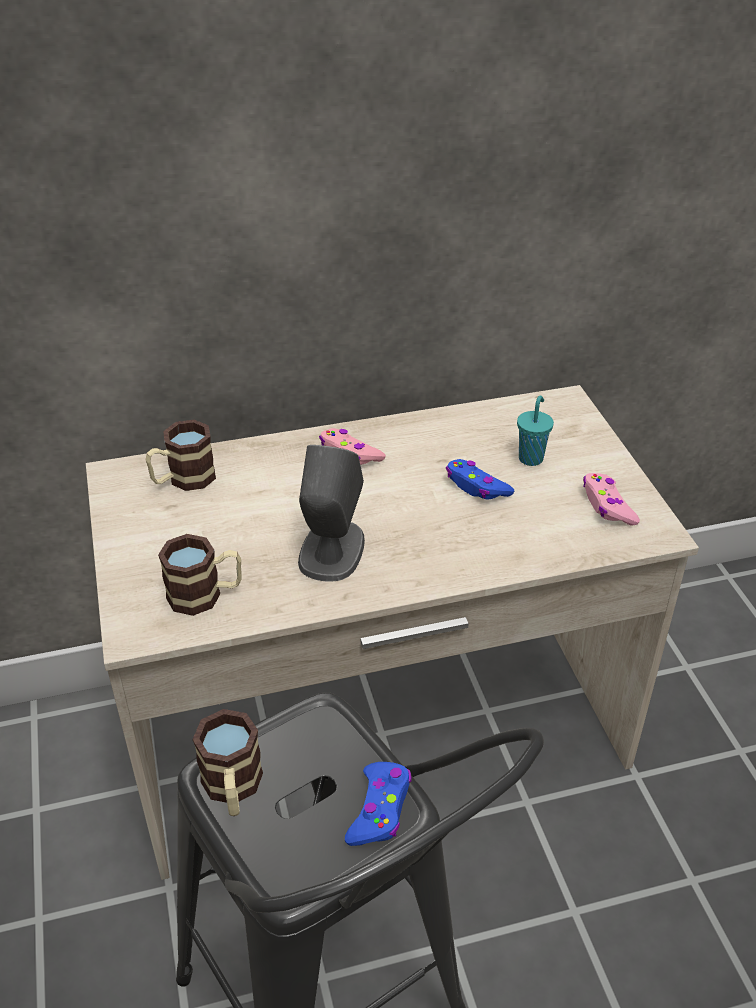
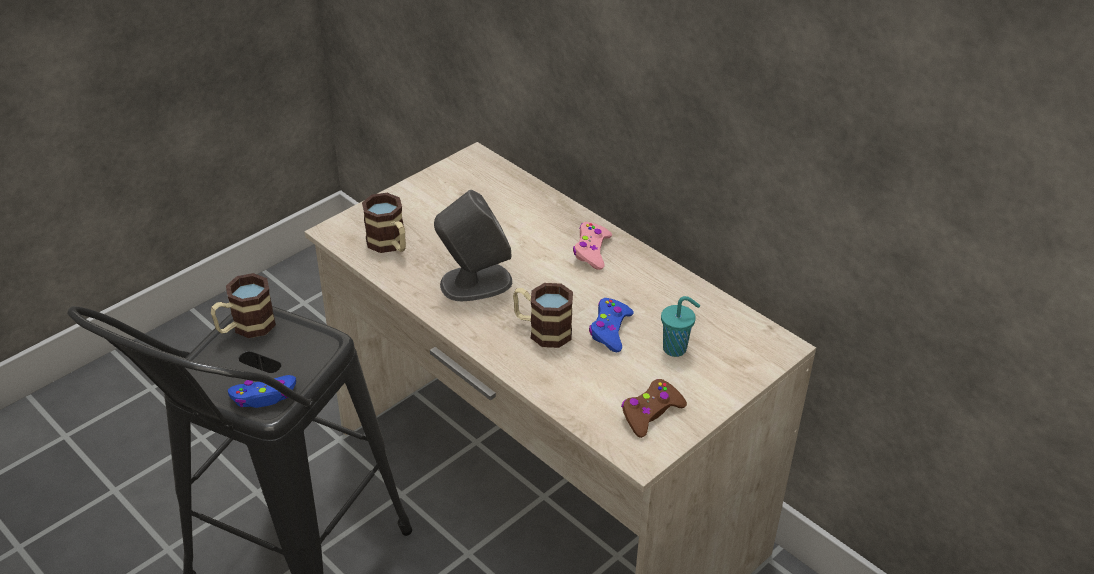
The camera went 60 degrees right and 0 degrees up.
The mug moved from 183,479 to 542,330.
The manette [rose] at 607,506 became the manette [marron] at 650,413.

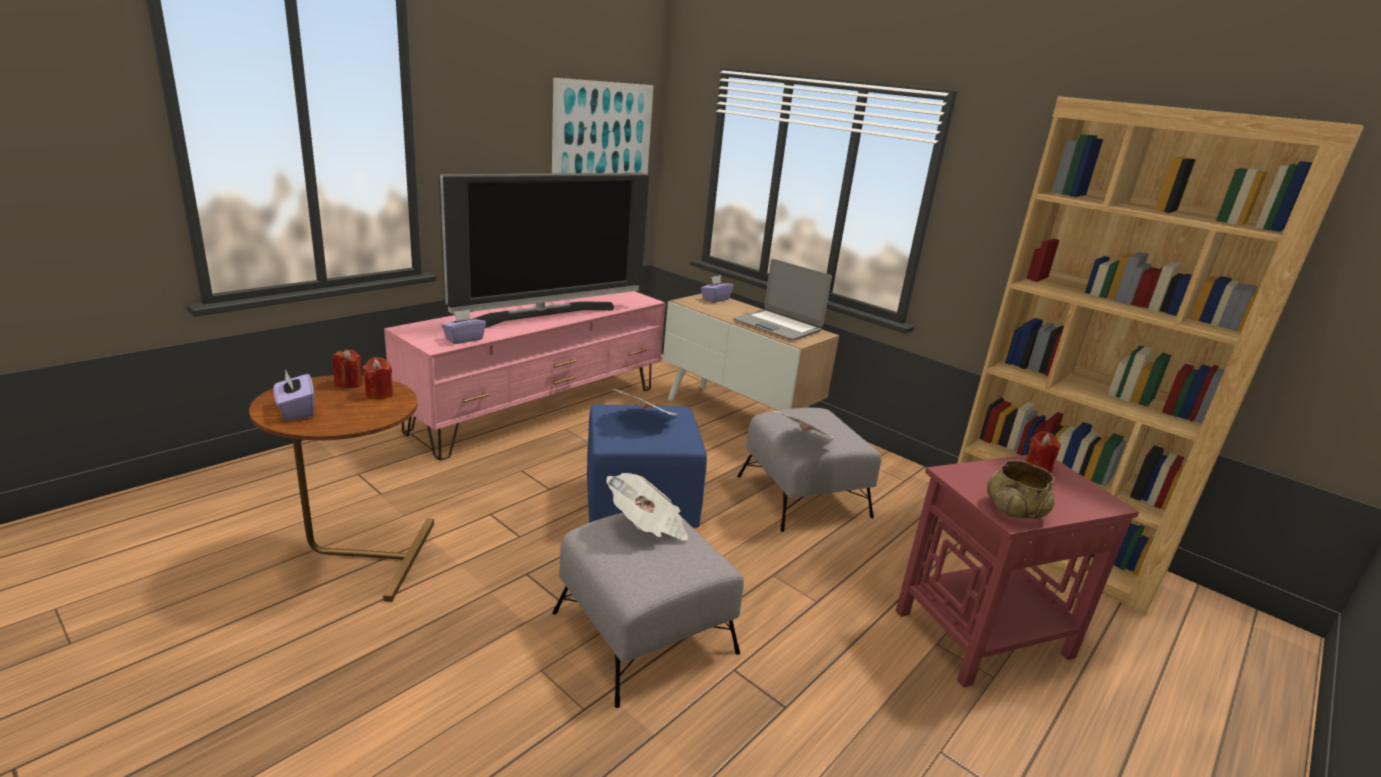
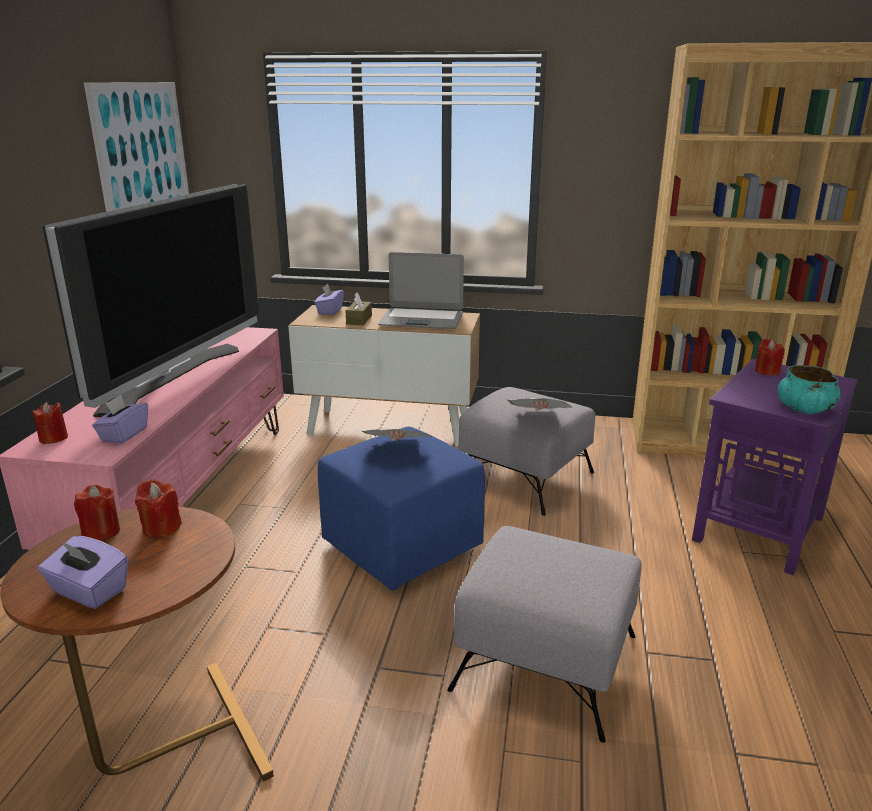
The camera went 30 degrees left and 0 degrees up.
The table d'appoint [rouge] at 982,632 became the table d'appoint [violet] at 757,528.
The bol [beige] at 1015,510 became the bol [turquoise] at 804,408.
The journal at 647,526 disappeared.
The boîte à mouchoirs [marron] at 359,320 appeared.
The bougie [rouge] at 53,438 appeared.

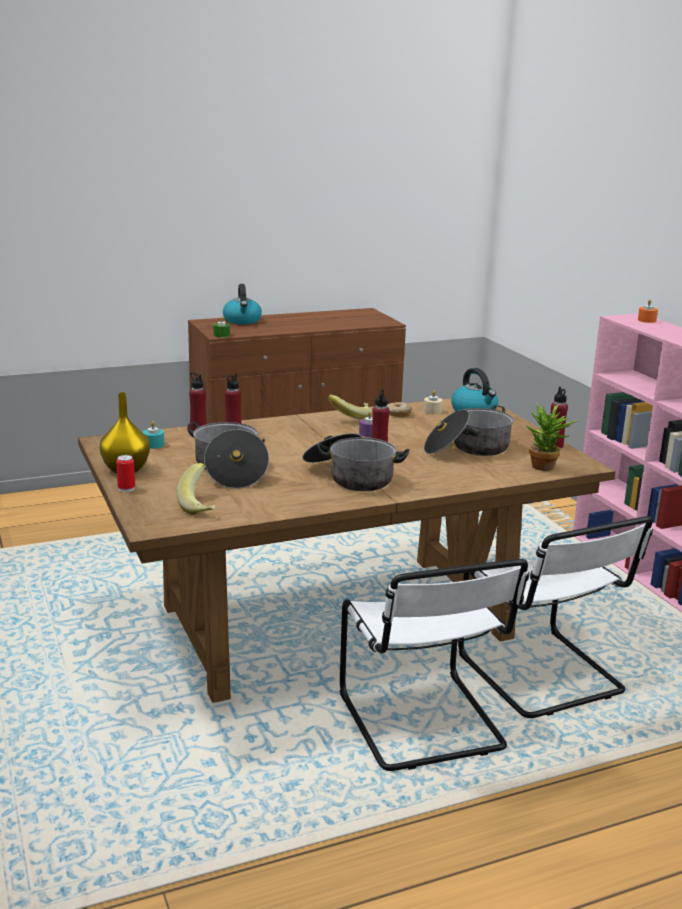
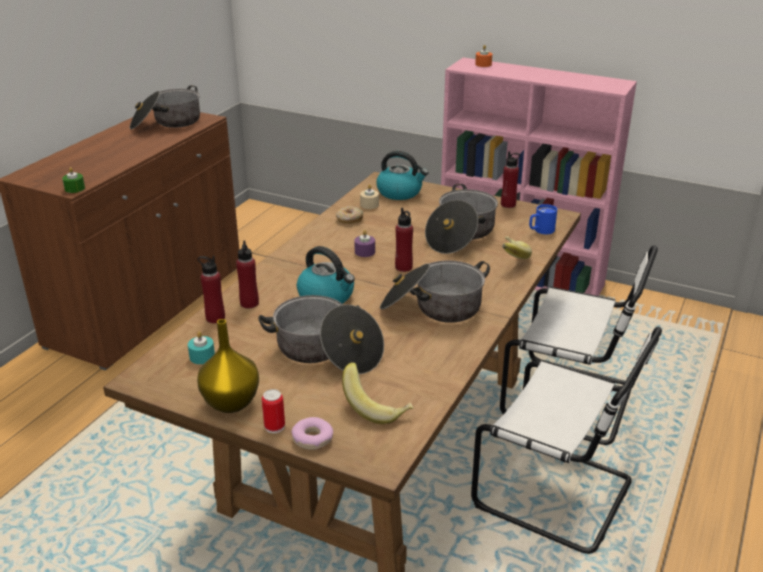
The camera went 40 degrees left and 10 degrees up.
The bouilloire moved from 242,321 to 327,296.
The banane moved from 350,417 to 510,258.
The plante en pot at 546,468 was replaced by the mug [bleu] at 540,230.
The marmite at 167,123 appeared.
The beignet at 312,439 appeared.

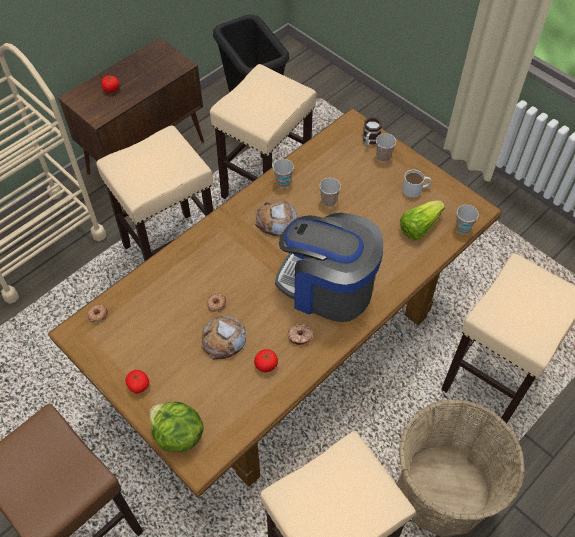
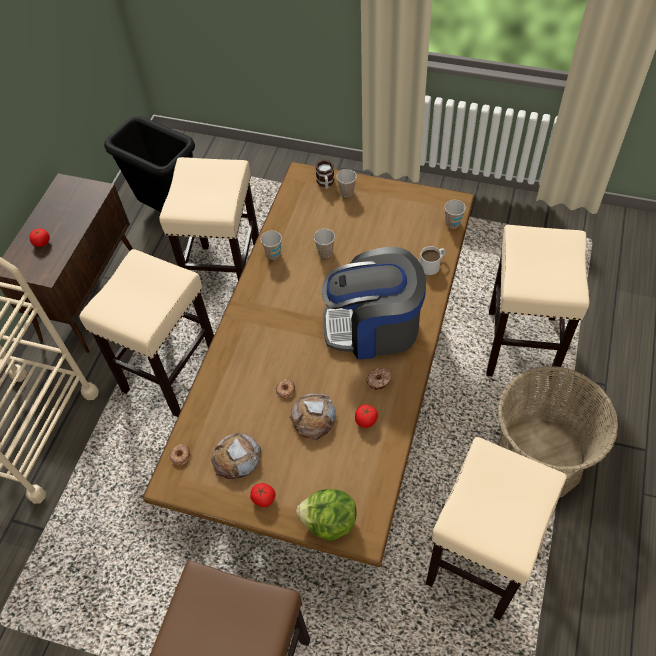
The camera went 25 degrees left and 0 degrees up.
The mug [blanc] moved from 416,189 to 433,264.
The pain moved from 276,221 to 236,458.
The laitue at 419,227 disappeared.

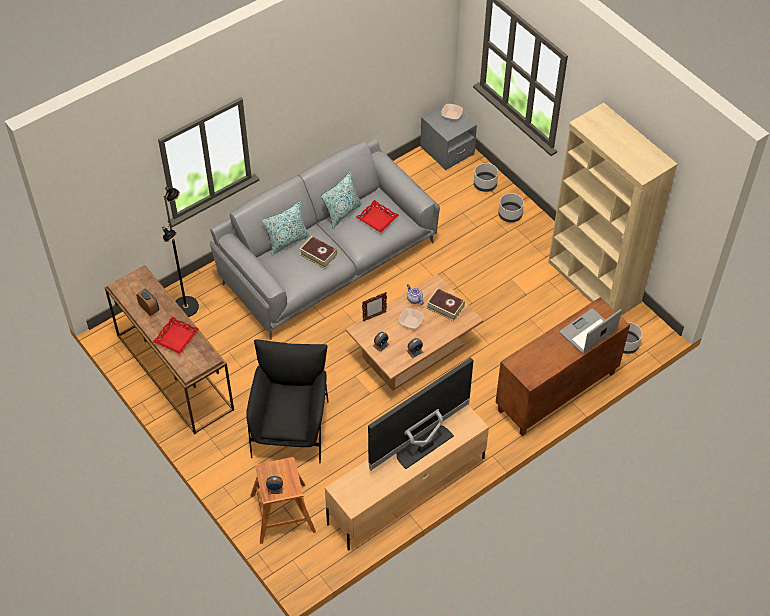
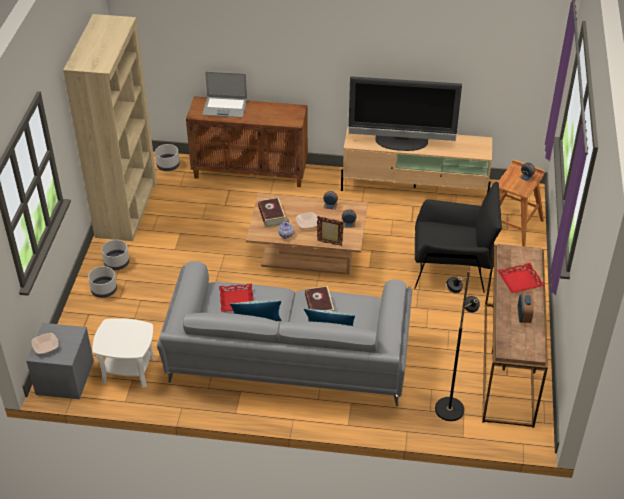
The camera went 135 degrees left and 10 degrees down.
The cache-pot [gris] moved from 485,184 to 117,263.
The fauteuil [noir] at 290,426 turned 135 degrees counterclockwise.
The table d'appoint [blanc] at 128,370 appeared.

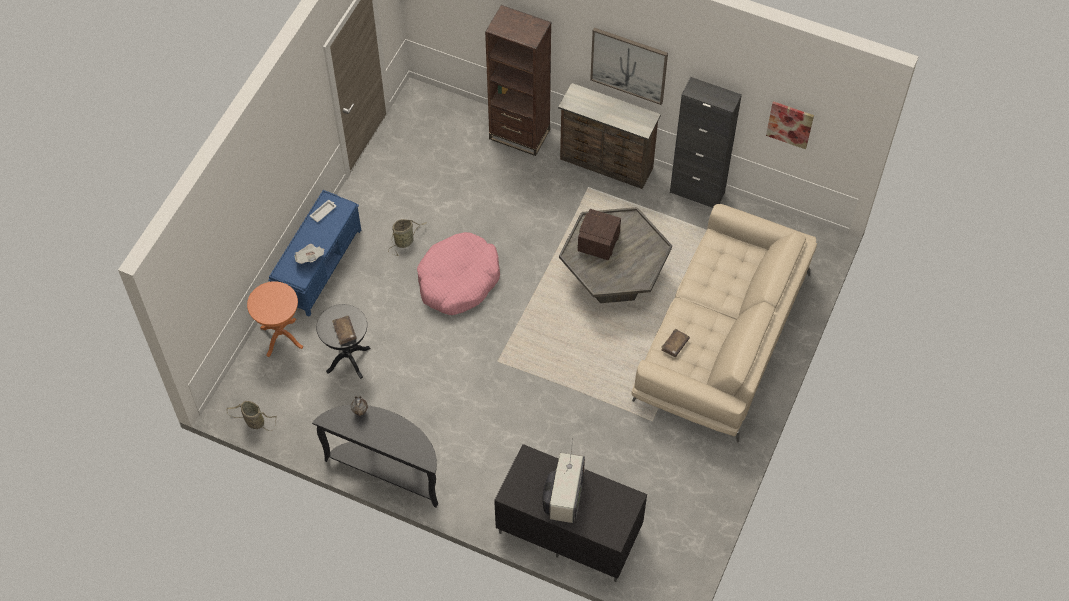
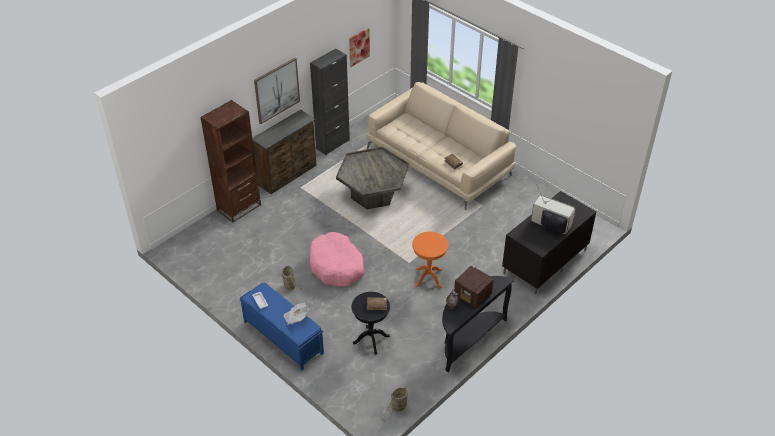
The camera went 70 degrees left and 15 degrees down.
The radio moved from 598,243 to 473,295.
The table d'appoint [orange] moved from 281,337 to 428,278.

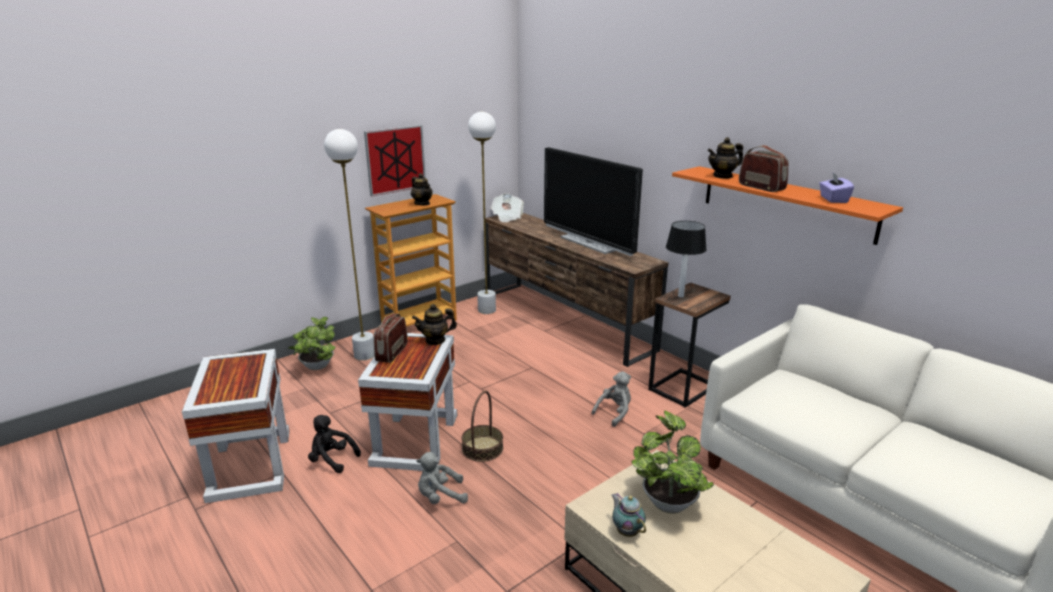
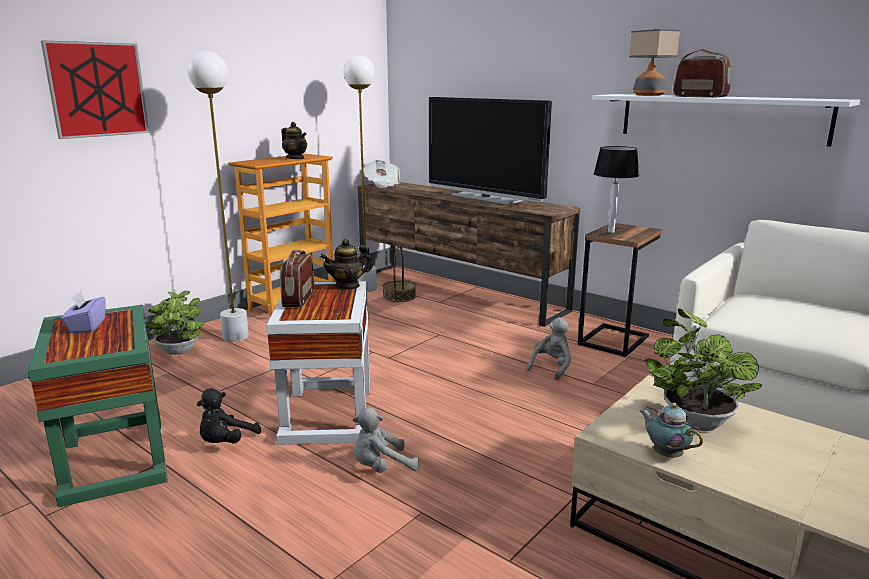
The camera went 10 degrees left and 5 degrees down.
The tableau moved from 395,160 to 97,89.
The théière at 723,176 was replaced by the lampe de table at 649,95.
The étagère [orange] at 786,203 became the étagère [blanc] at 720,118.
The boîte à mouchoirs [violet] moved from 833,199 to 87,326.
The table d'appoint [blanc] at 250,465 became the table d'appoint [vert] at 114,458.
The panier moved from 482,448 to 399,296.
The peluche [noir] at 332,460 turned 75 degrees counterclockwise.

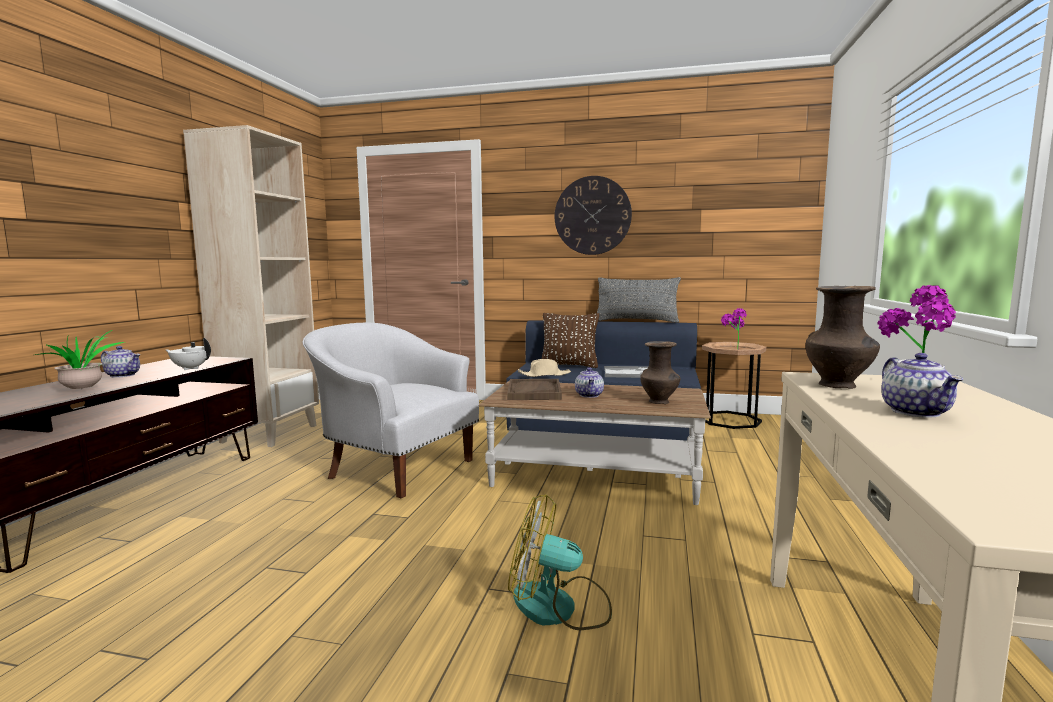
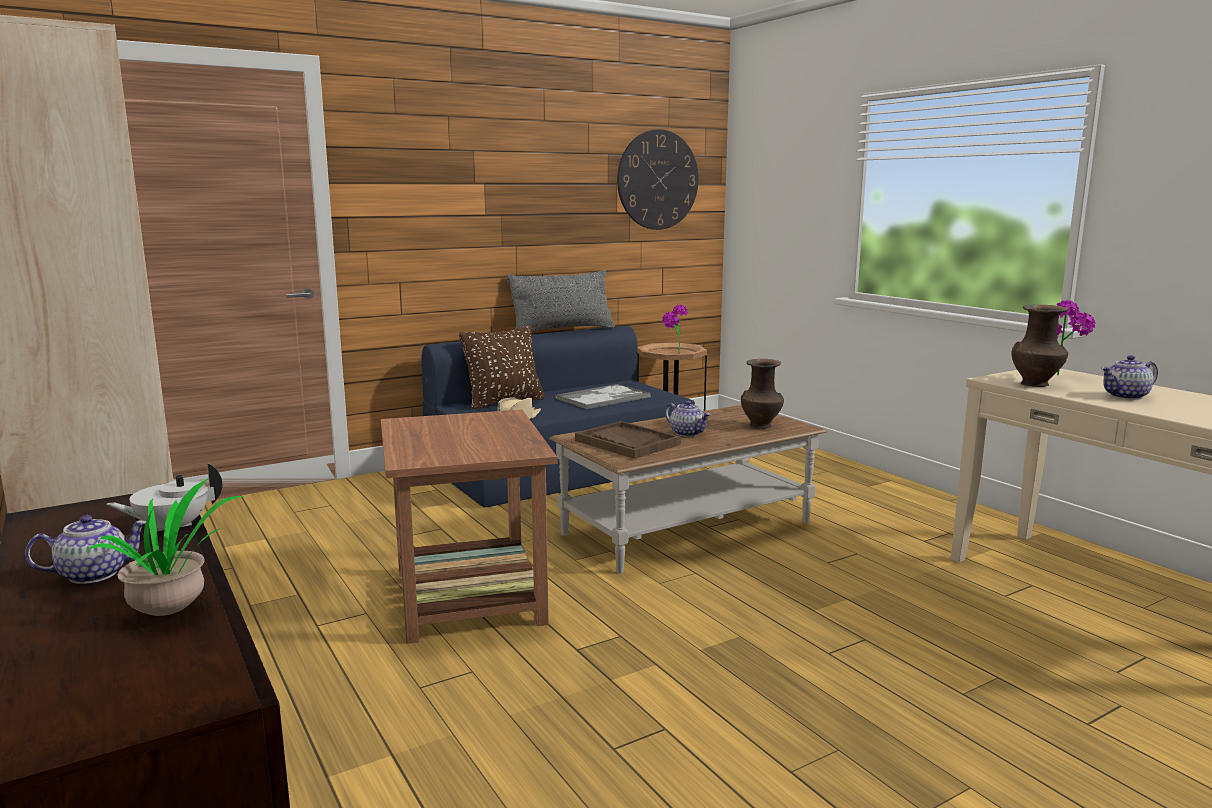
The camera went 45 degrees left and 5 degrees up.
The horloge murale moved from 592,215 to 658,180.
The fauteuil [blanc] at 397,468 was replaced by the table d'appoint [marron] at 468,595.
The théière at 917,412 turned 120 degrees clockwise.
The ventilateur at 559,607 disappeared.

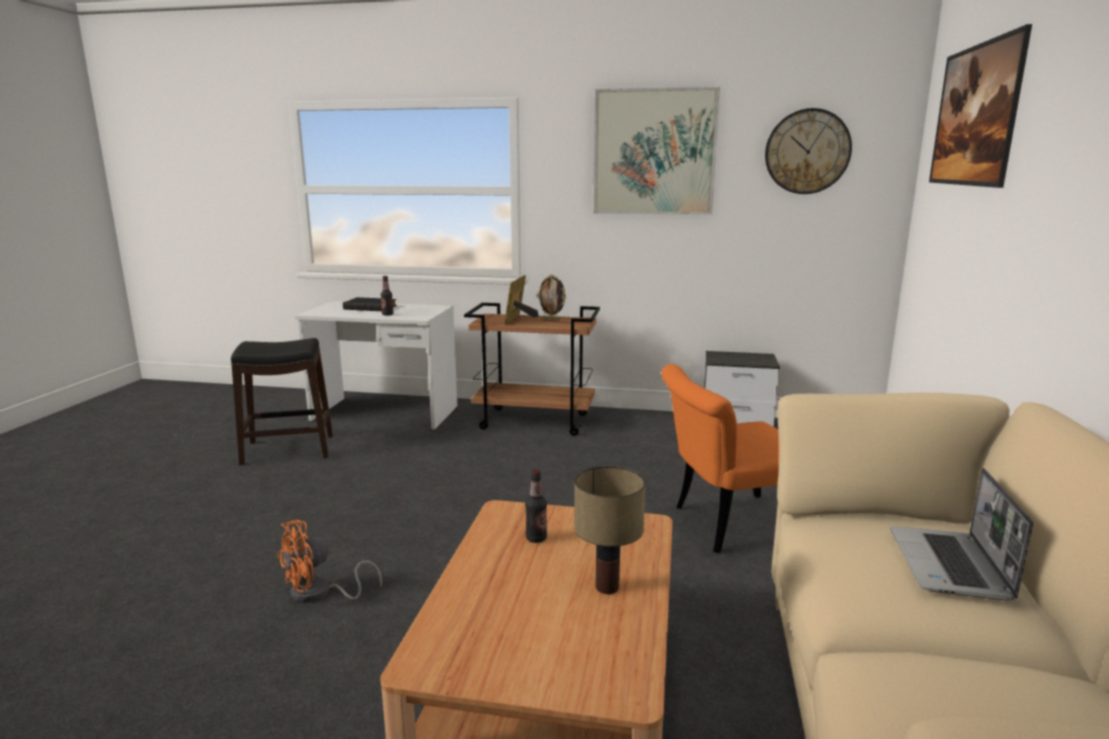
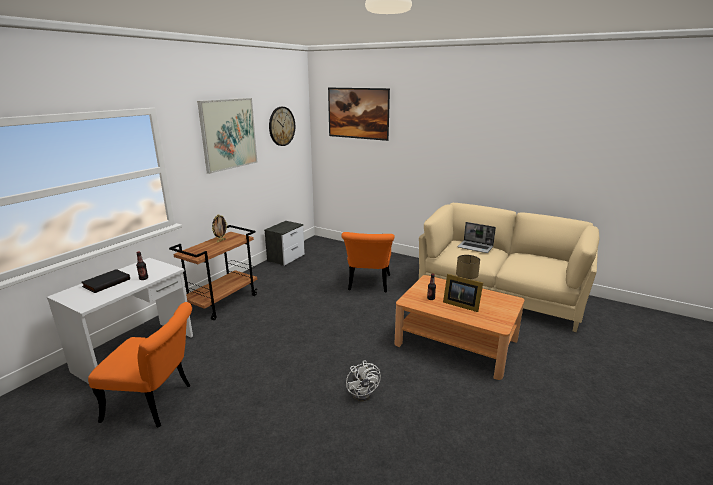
The camera went 70 degrees left and 5 degrees up.
The cadre photo moved from 519,319 to 460,304.
The tabouret [noir] at 288,450 was replaced by the chaise [orange] at 156,403.
The ventilateur [orange] at 319,593 became the ventilateur [blanc] at 364,392.

